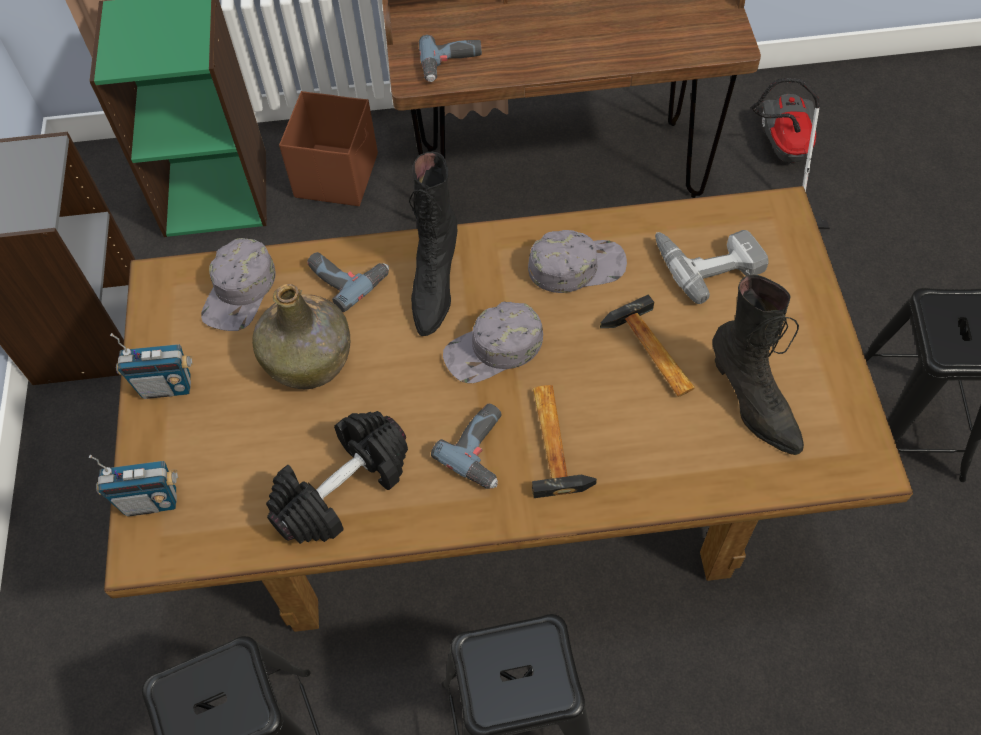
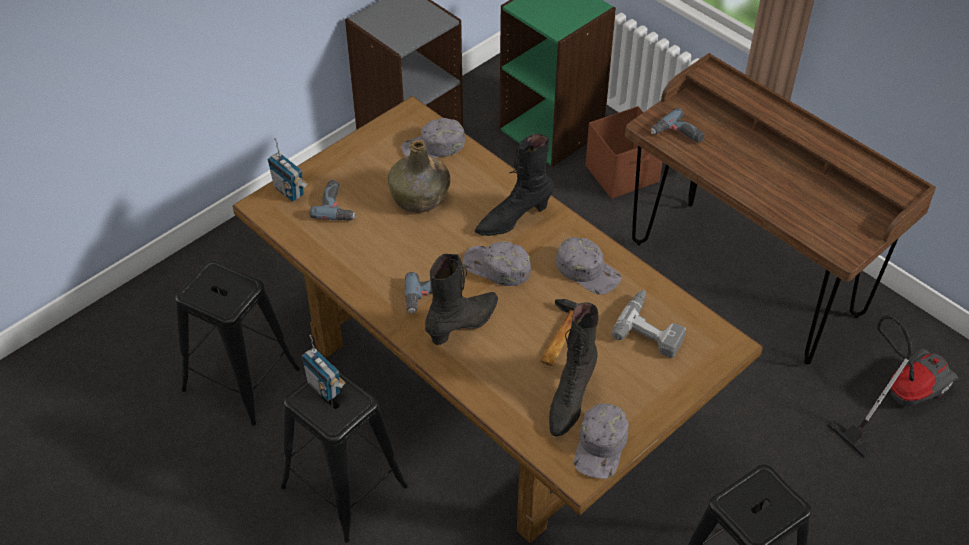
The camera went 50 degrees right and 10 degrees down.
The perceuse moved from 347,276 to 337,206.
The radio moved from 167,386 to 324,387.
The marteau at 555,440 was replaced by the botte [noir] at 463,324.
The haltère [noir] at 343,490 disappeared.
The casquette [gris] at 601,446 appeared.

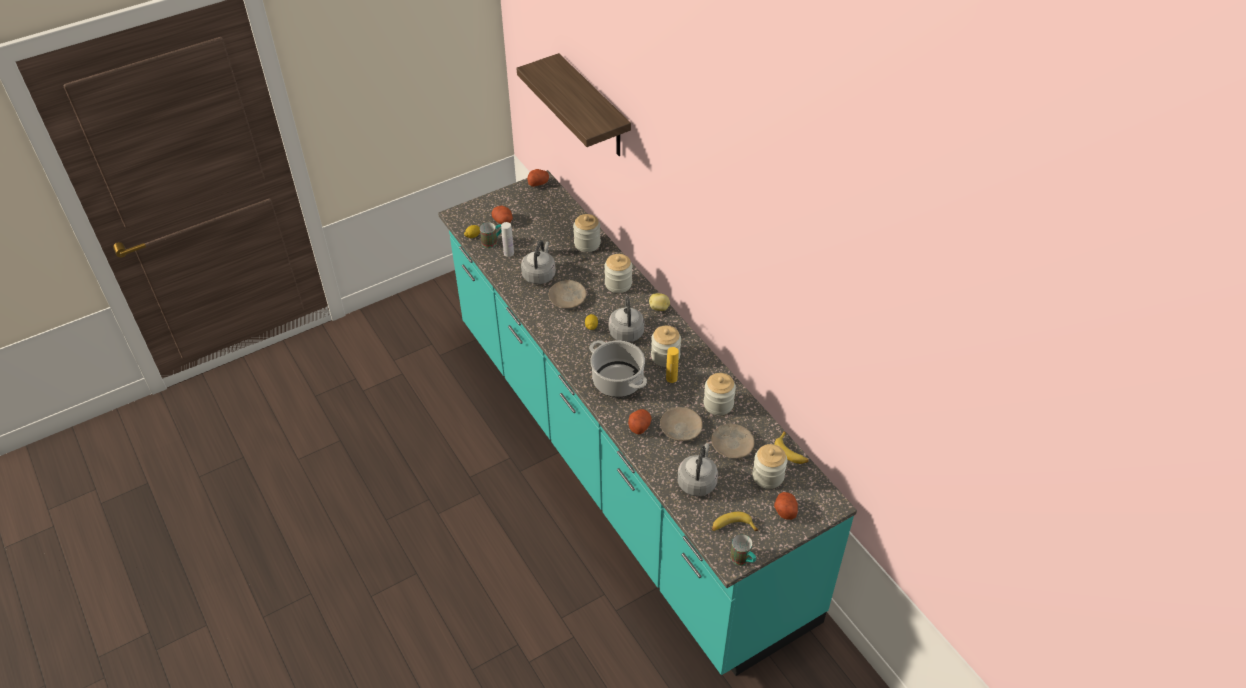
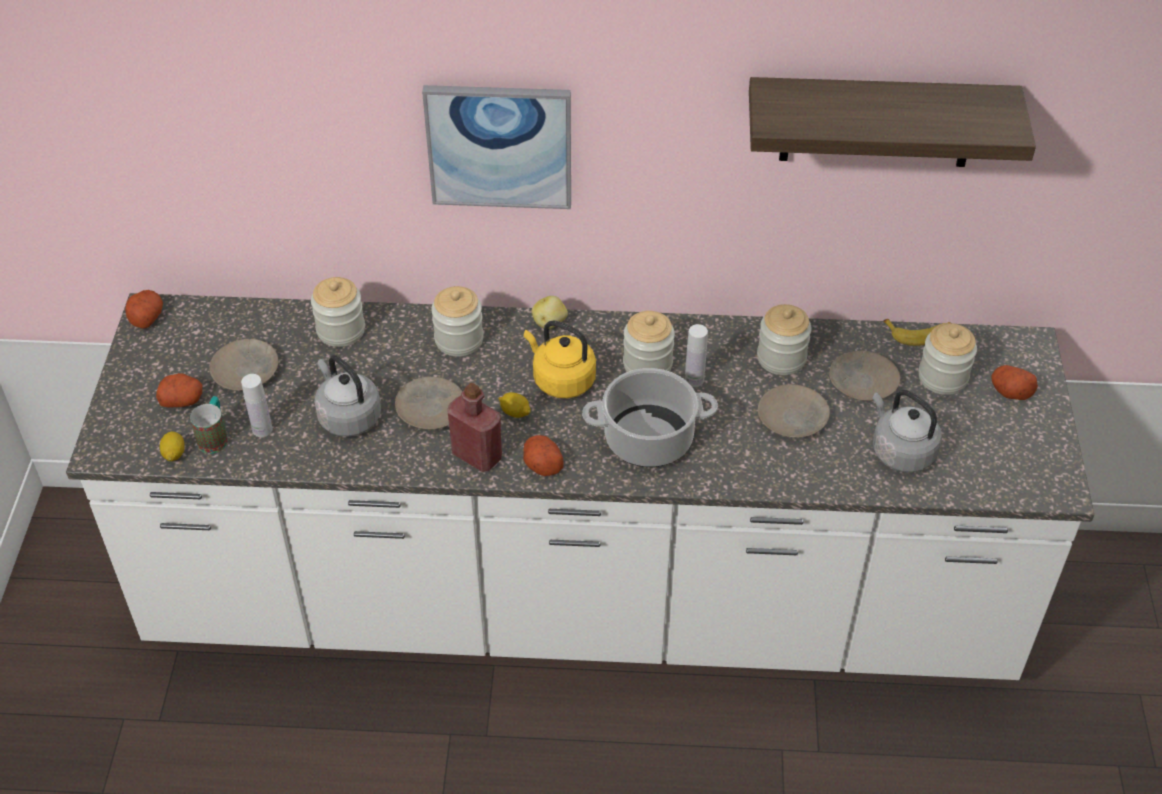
The camera went 55 degrees left and 0 degrees up.
The étagère moved from 594,108 to 878,122.
The comptoir de cuisine [turquoise] at 623,464 became the comptoir de cuisine [blanc] at 581,602.
The bouilloire [gris] at 626,331 became the bouilloire [jaune] at 561,380.
The bouteille [jaune] at 671,378 became the bouteille [blanc] at 694,380.
The pomme de terre moved from 639,426 to 542,464.
The banane at 732,527 disappeared.
The mug at 743,560 disappeared.
The tableau at 499,145 appeared.
The assiette [beige] at 246,371 appeared.
The bouteille [rouge] at 477,455 appeared.

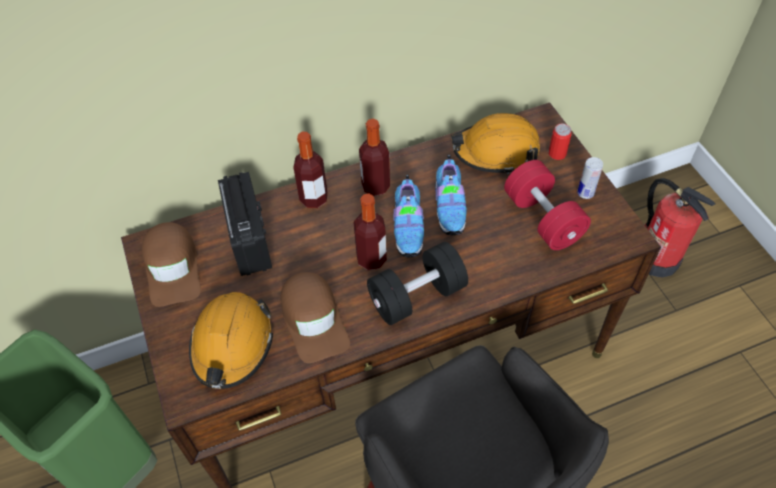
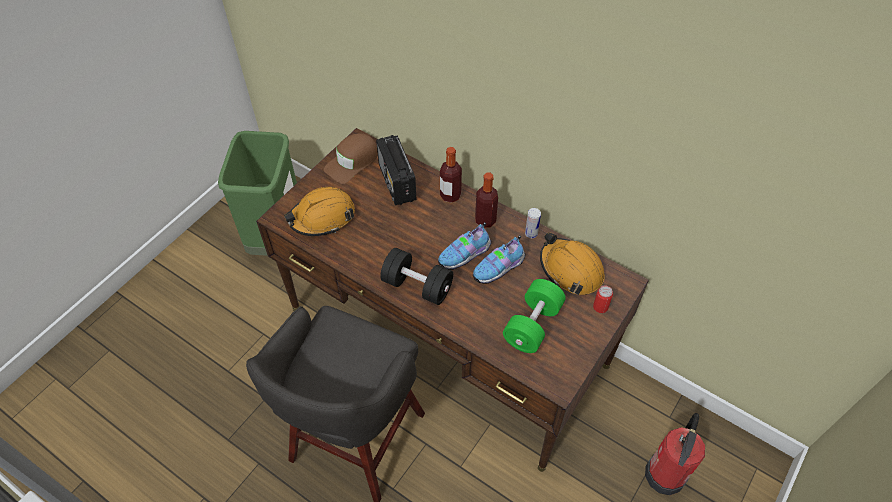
The camera went 55 degrees right and 0 degrees up.
The boîte métallique moved from 585,193 to 531,234.
The haltère [rouge] at 543,219 became the haltère [vert] at 532,325.
The radio at 249,239 turned 120 degrees clockwise.
The bouteille at 371,259 disappeared.
The casquette [marron] at 314,320 disappeared.

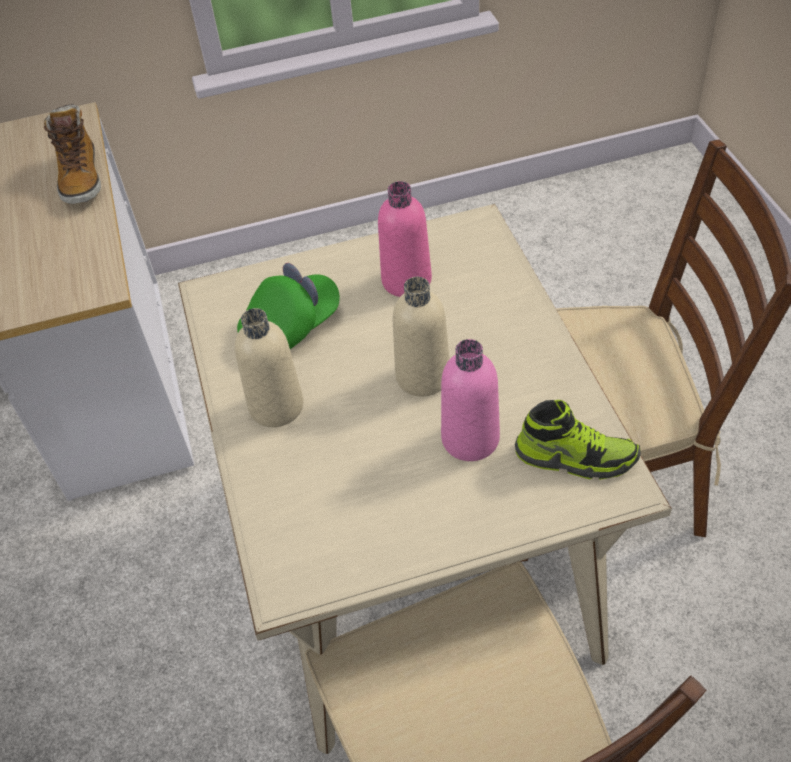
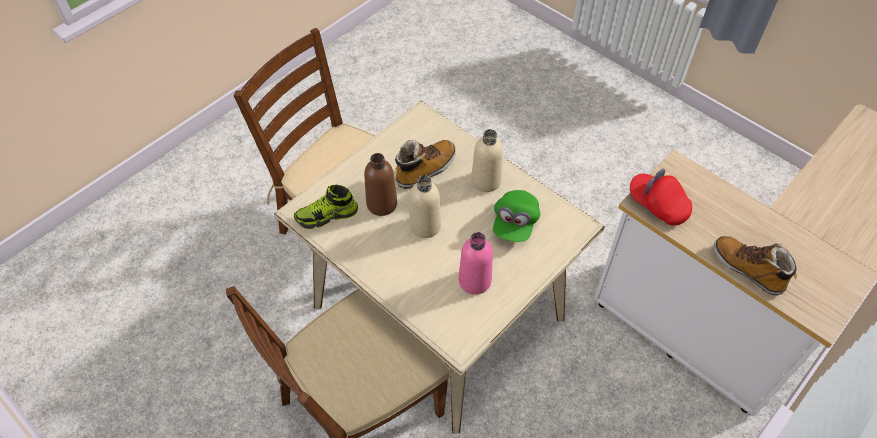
The camera went 145 degrees right and 5 degrees up.
The bouteille [rose] at 470,439 became the bouteille [marron] at 382,204.
The botte at 425,169 appeared.
The casquette [rouge] at 657,205 appeared.

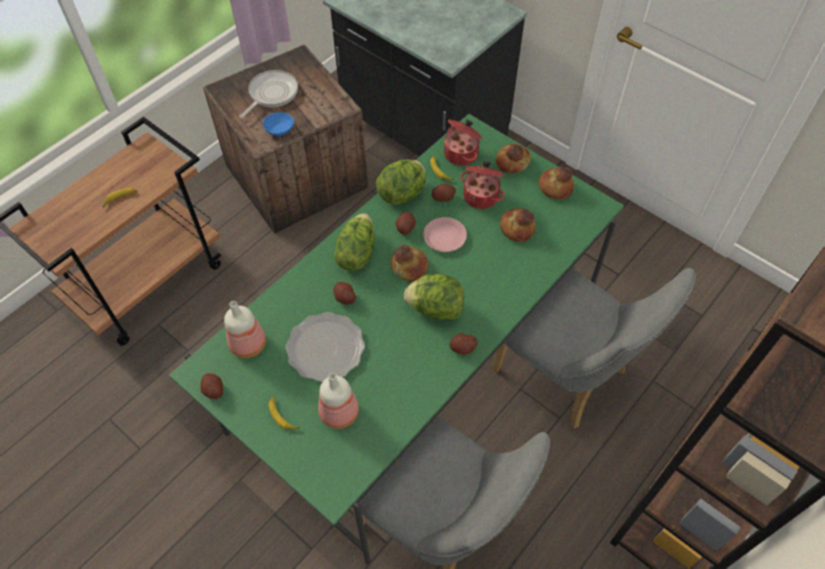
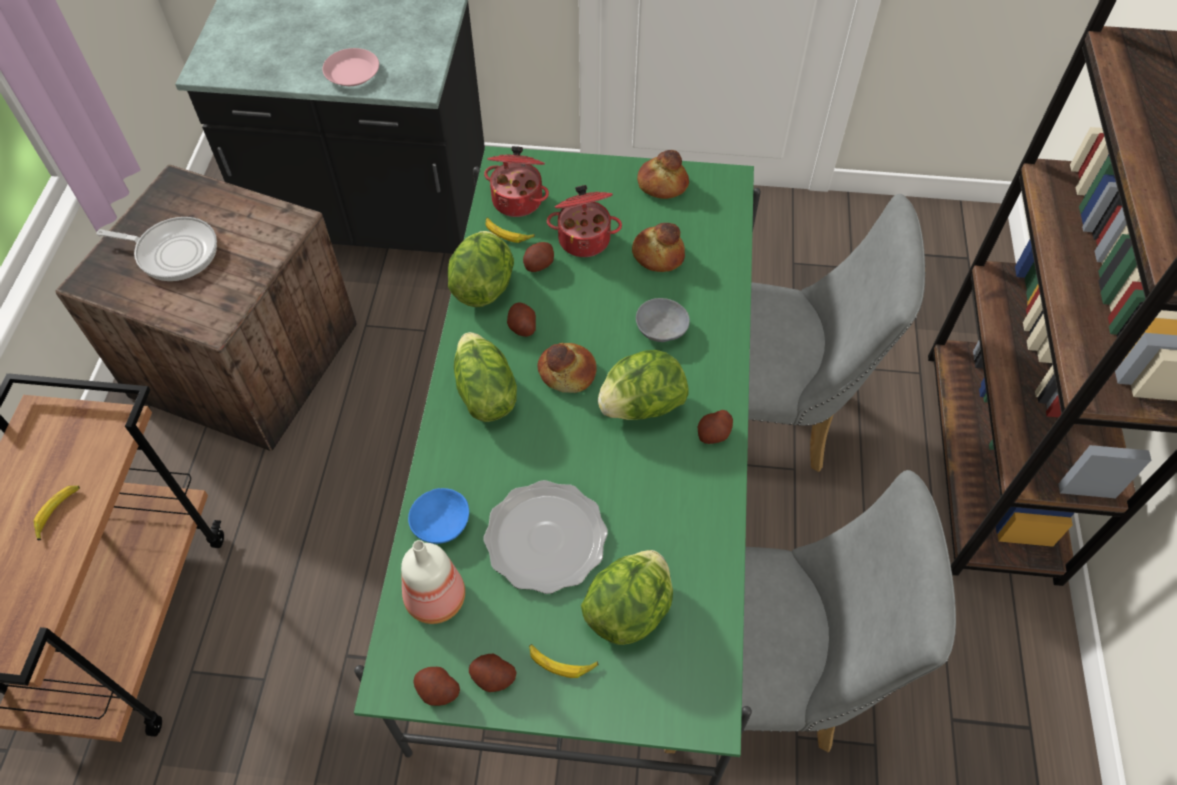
The camera went 35 degrees left and 0 degrees up.
The poêle at 271,94 turned 105 degrees clockwise.
The bol [bleu] moved from 280,128 to 441,521.
The pain at 512,162 disappeared.
The assiette [rose] moved from 444,237 to 351,72.
The pomme de terre moved from 345,298 to 493,677.
The bouteille at 338,412 was replaced by the laitue at 629,609.
The bol [gris] at 663,328 appeared.

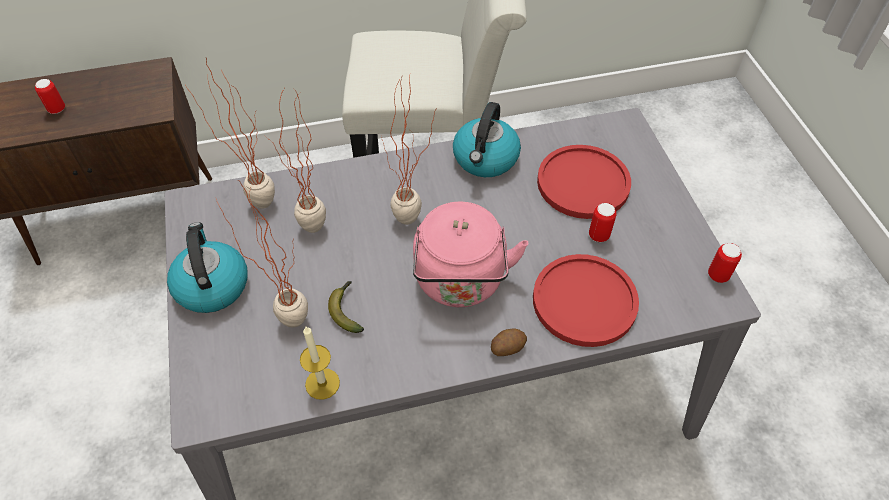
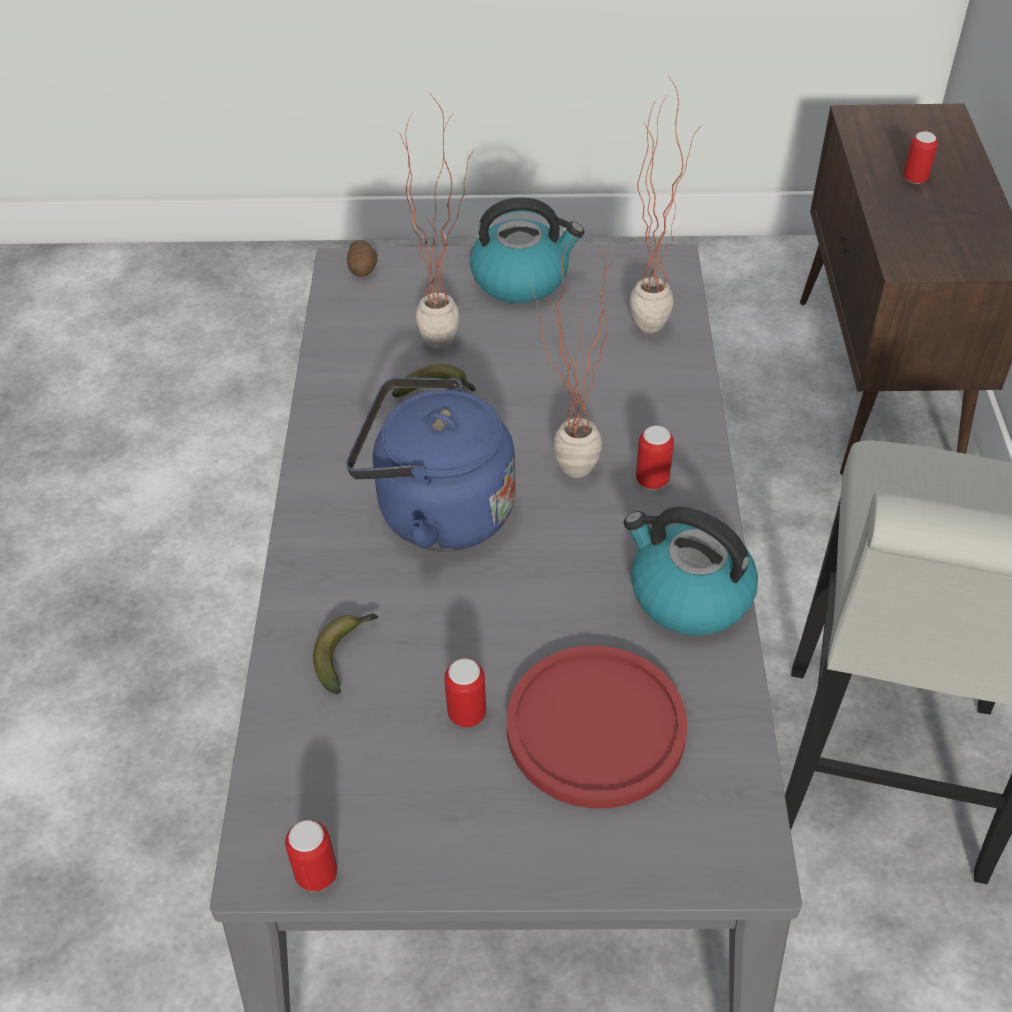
The camera went 105 degrees right and 5 degrees down.
The plante en pot at 312,235 disappeared.
The bouilloire [rose] at 460,283 became the bouilloire [bleu] at 436,511.
The assiette [rouge] at 584,301 was replaced by the banane at 345,653.
The bougie at 322,383 disappeared.
The pomme de terre moved from 507,347 to 363,269.
The boîte métallique at 652,480 appeared.

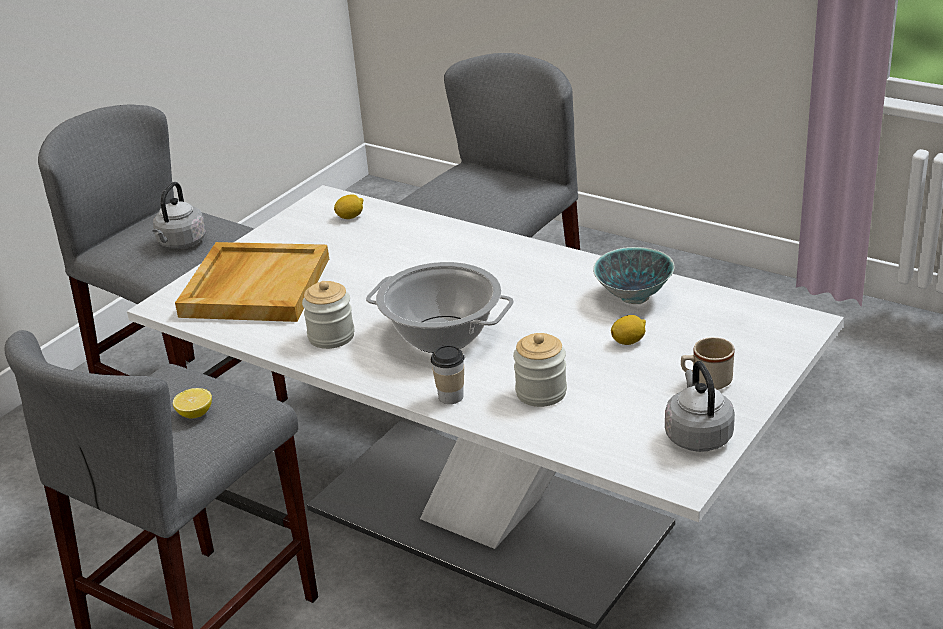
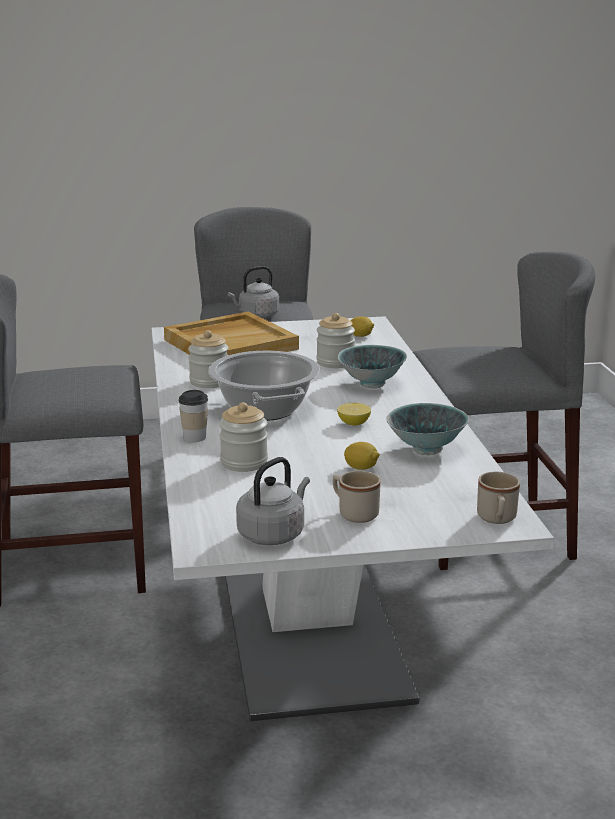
The camera went 45 degrees right and 10 degrees down.
The citron moved from 195,414 to 353,423.
The bocal at 335,362 appeared.
The bol at 372,384 appeared.
The mug [beige] at 497,519 appeared.

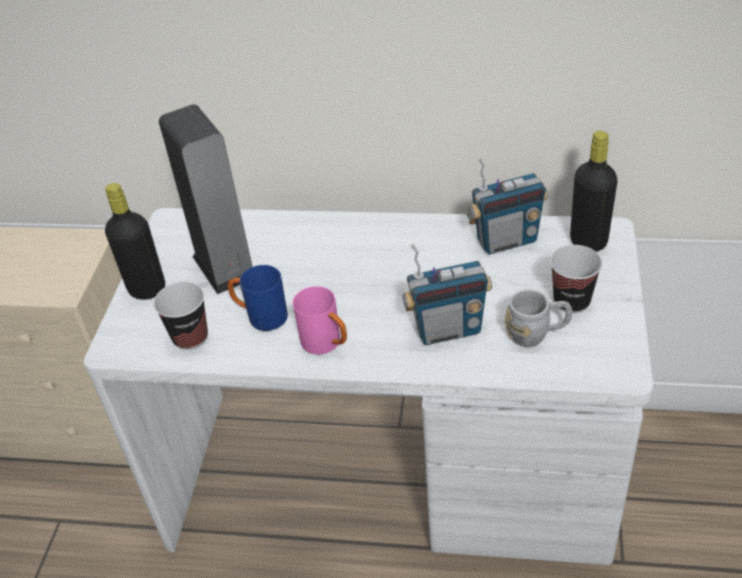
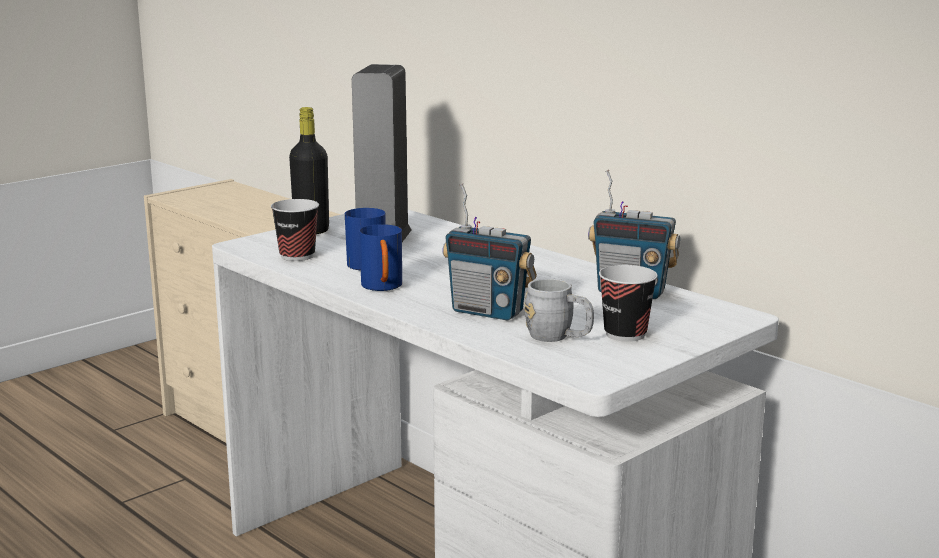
The camera went 35 degrees right and 25 degrees down.
The bouteille [noir] at 588,241 disappeared.
The mug [rose] at 327,344 became the mug [bleu] at 383,288.

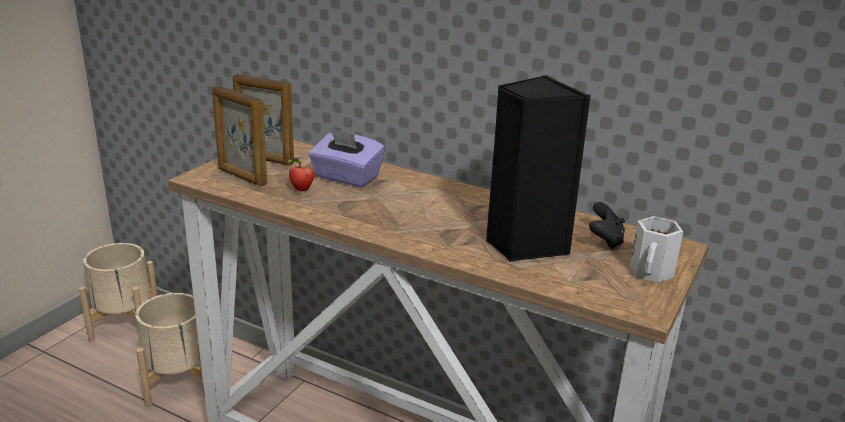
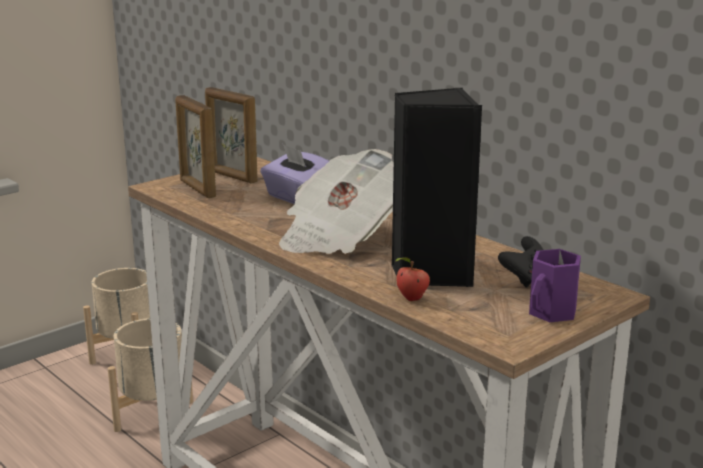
The camera went 20 degrees right and 5 degrees down.
The pomme moved from 301,190 to 411,299.
The mug [blanc] at 652,272 became the mug [violet] at 552,312.
The journal at 340,236 appeared.

